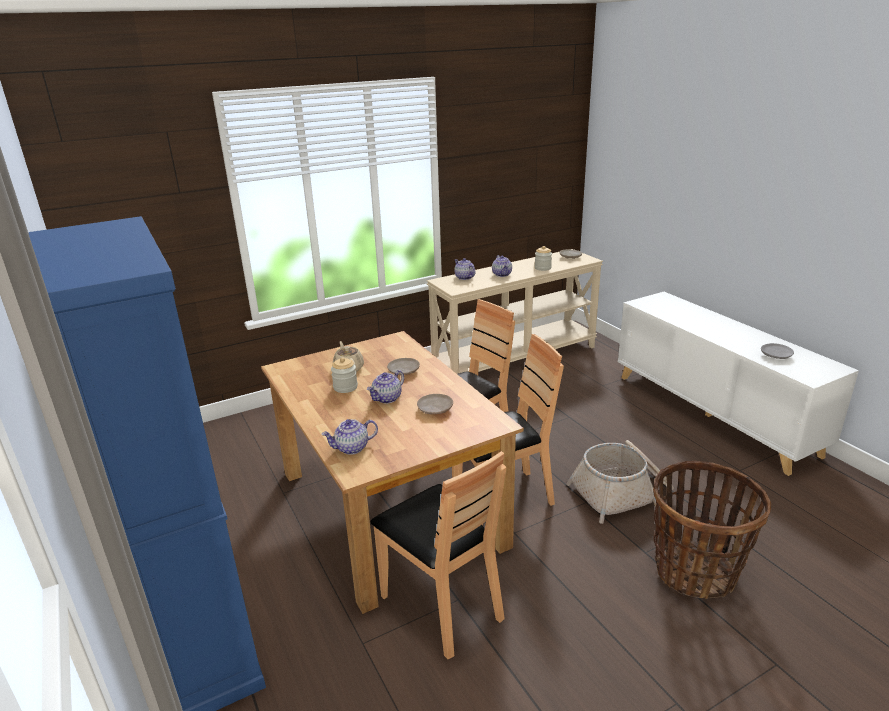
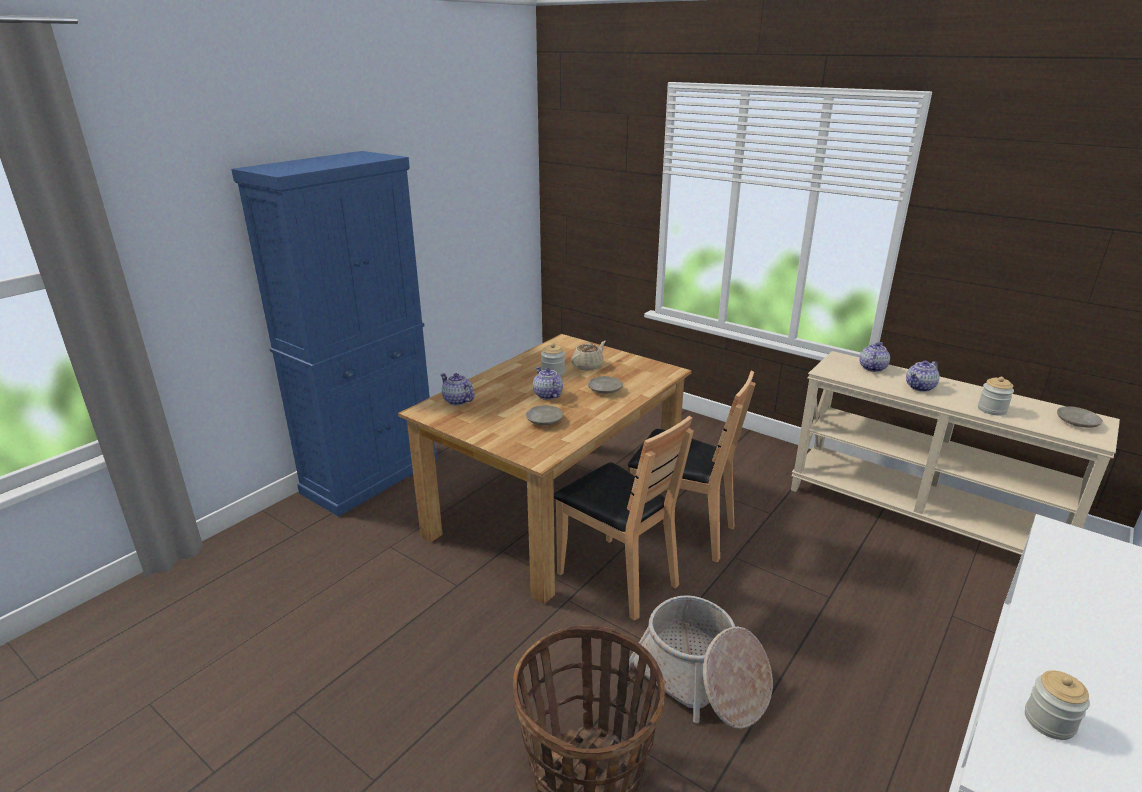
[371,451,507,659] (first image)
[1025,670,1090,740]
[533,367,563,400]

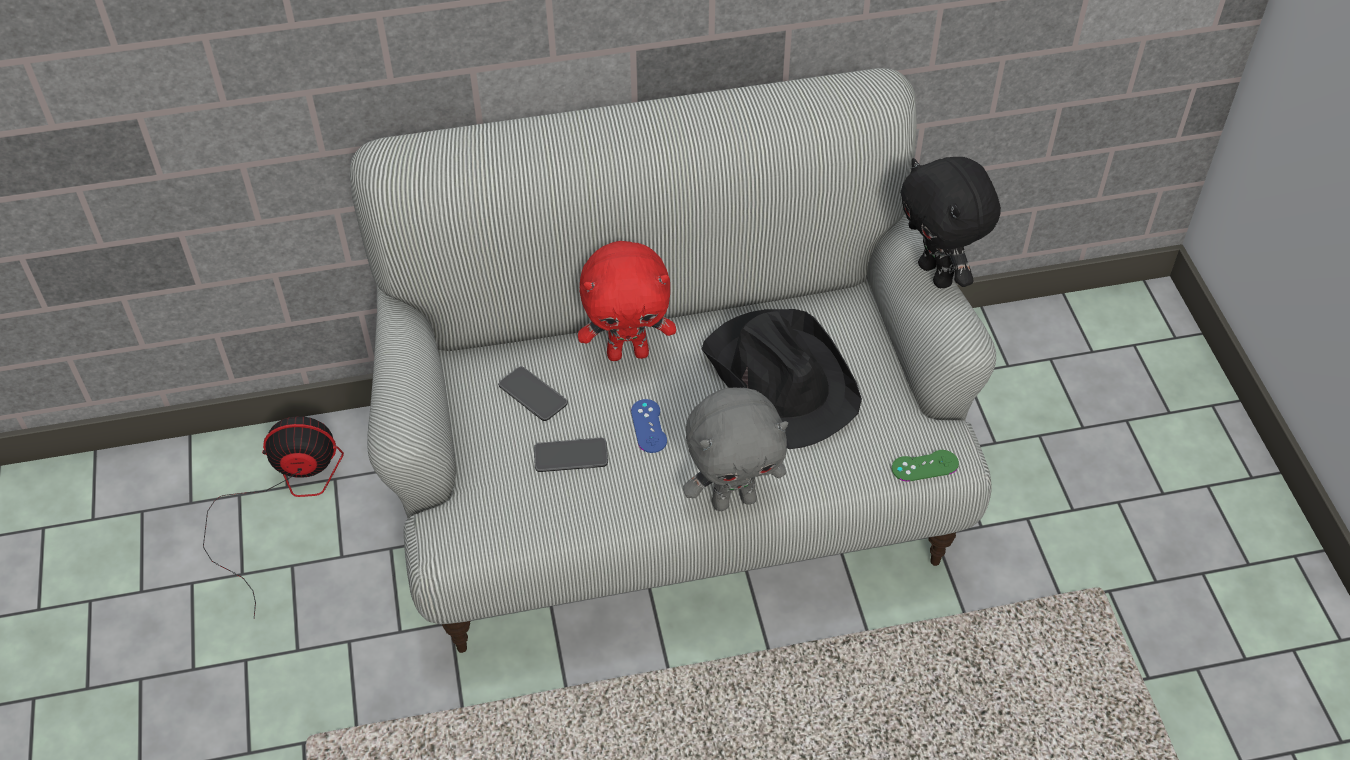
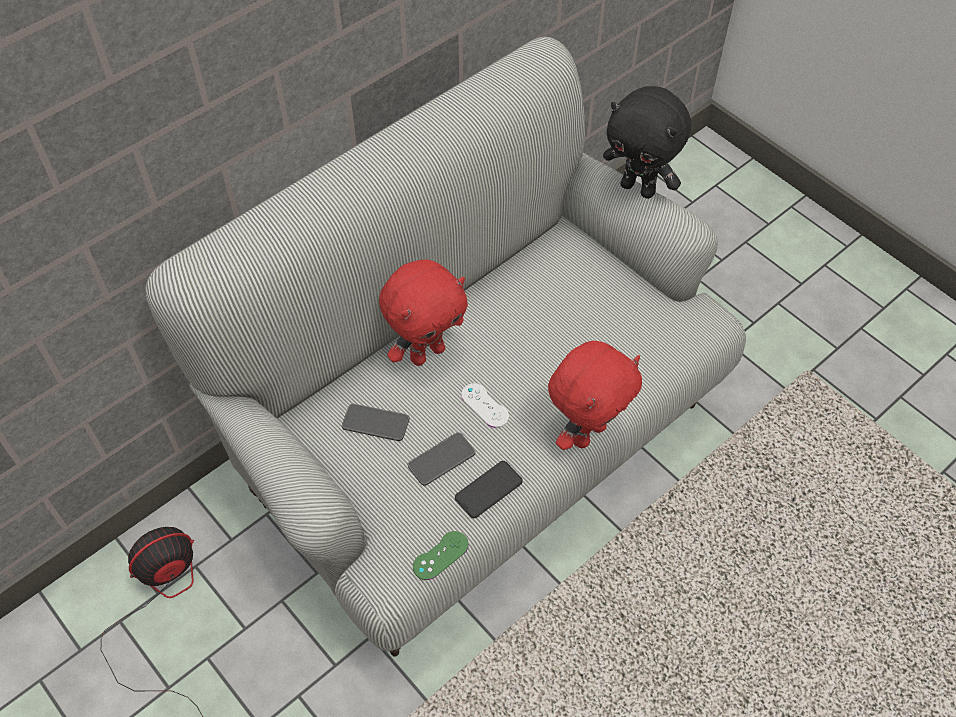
[702,309,862,449] (first image)
[455,461,523,518]
[413,531,469,580]
[461,383,509,428]
[548,341,642,450]

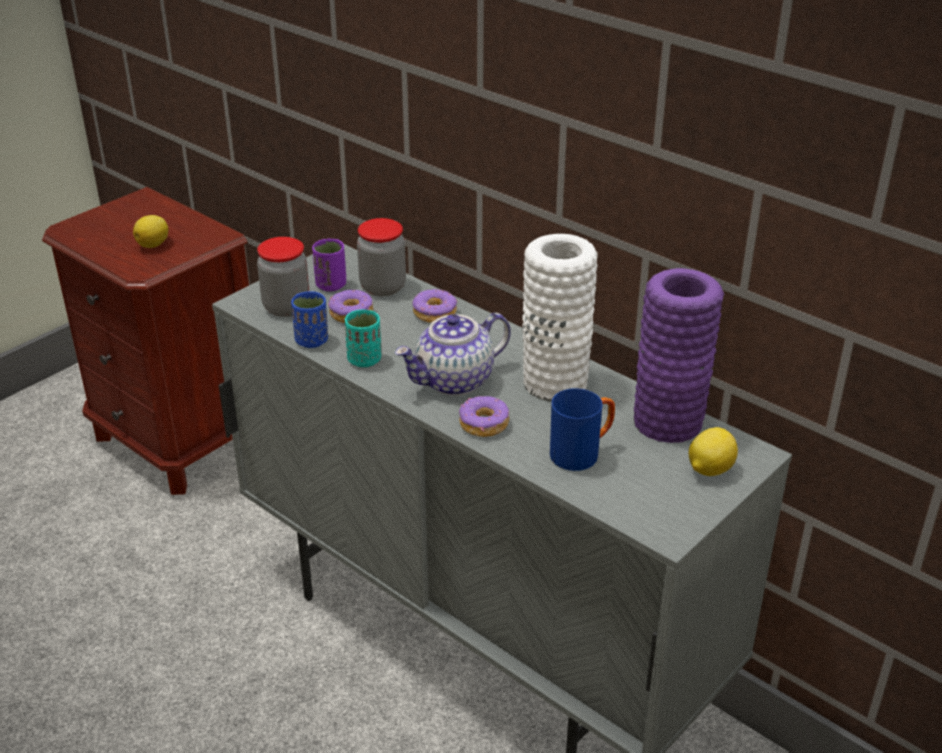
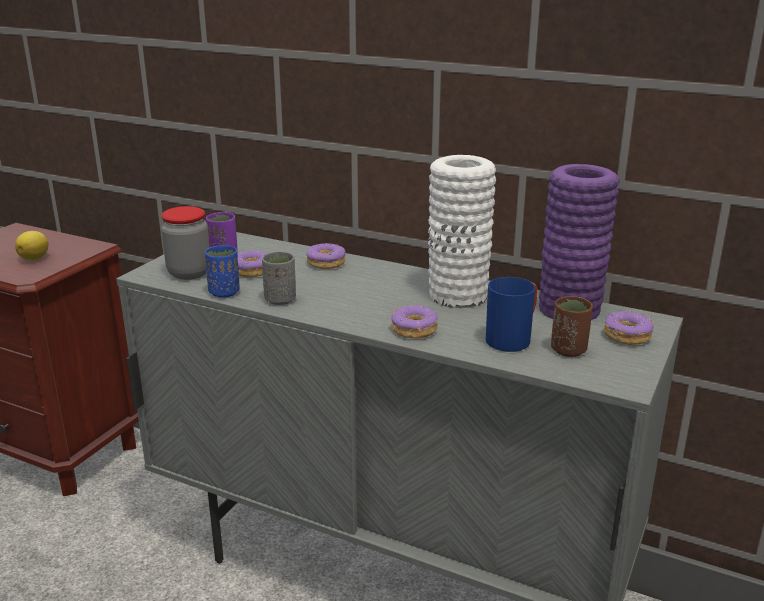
[357,218,406,296] (first image)
[395,312,511,396] (first image)
[551,296,593,357]
[604,311,654,345]
[262,252,296,305]

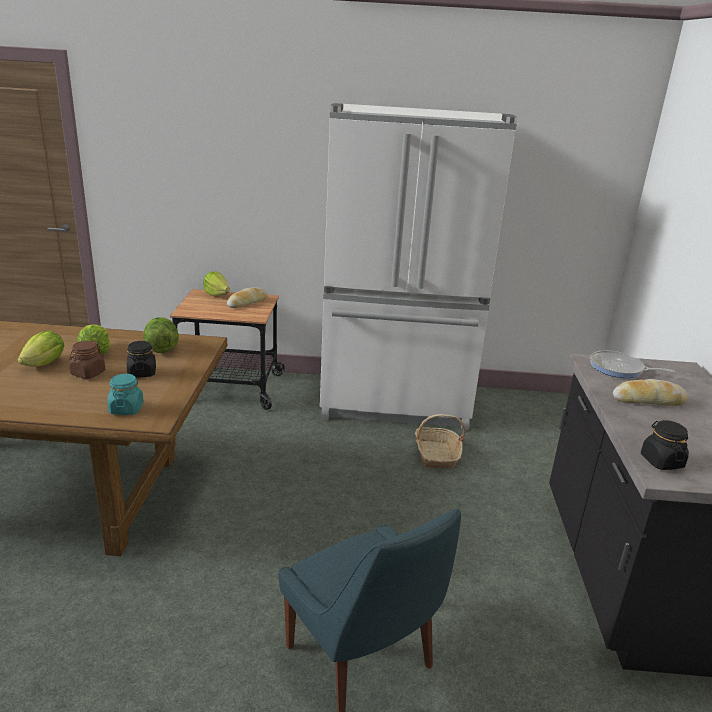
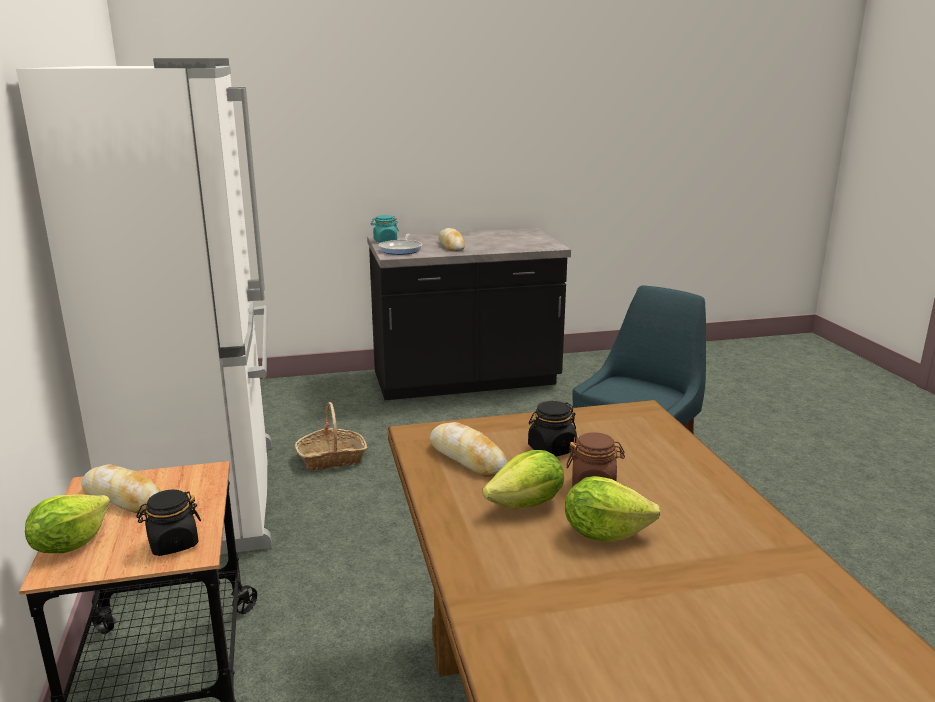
[371,215,399,242]
[136,490,201,556]
[430,422,508,477]

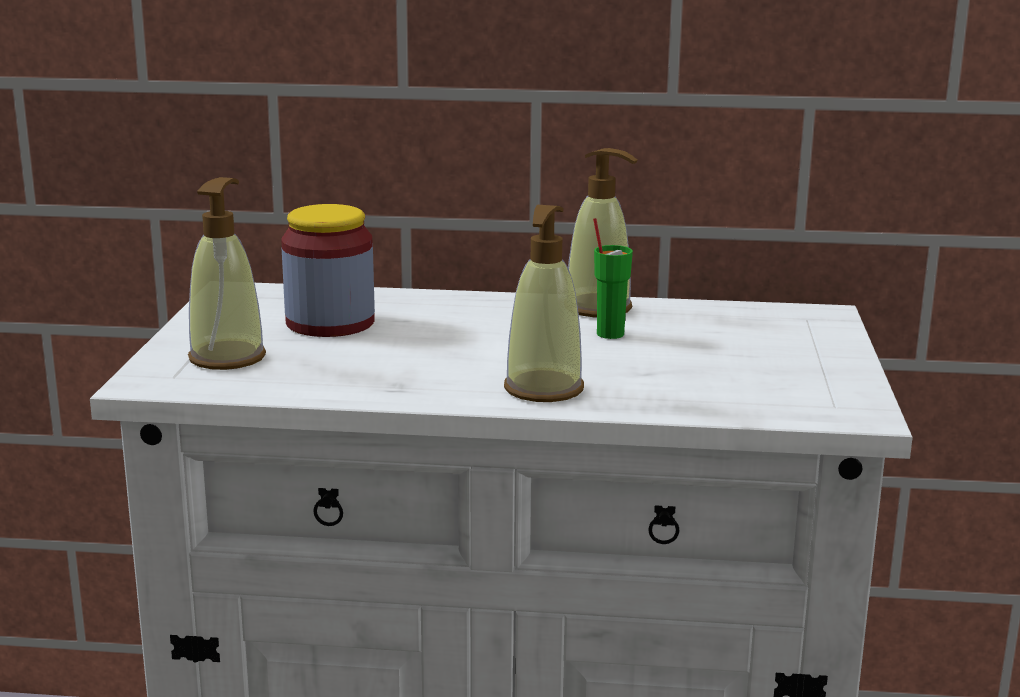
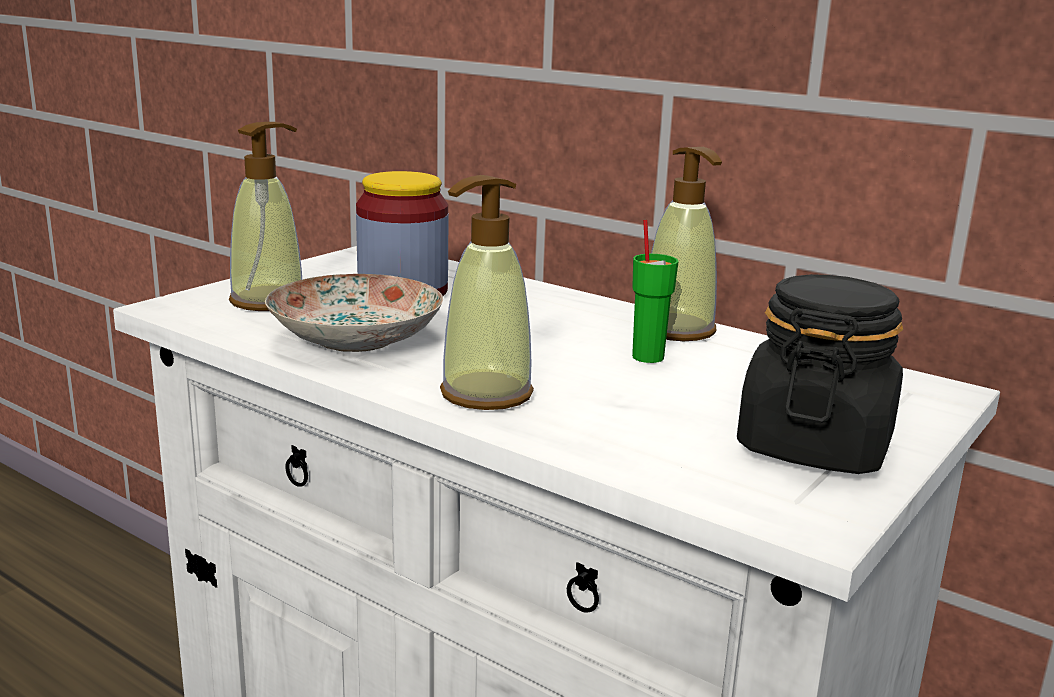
[265,274,443,352]
[737,274,903,474]

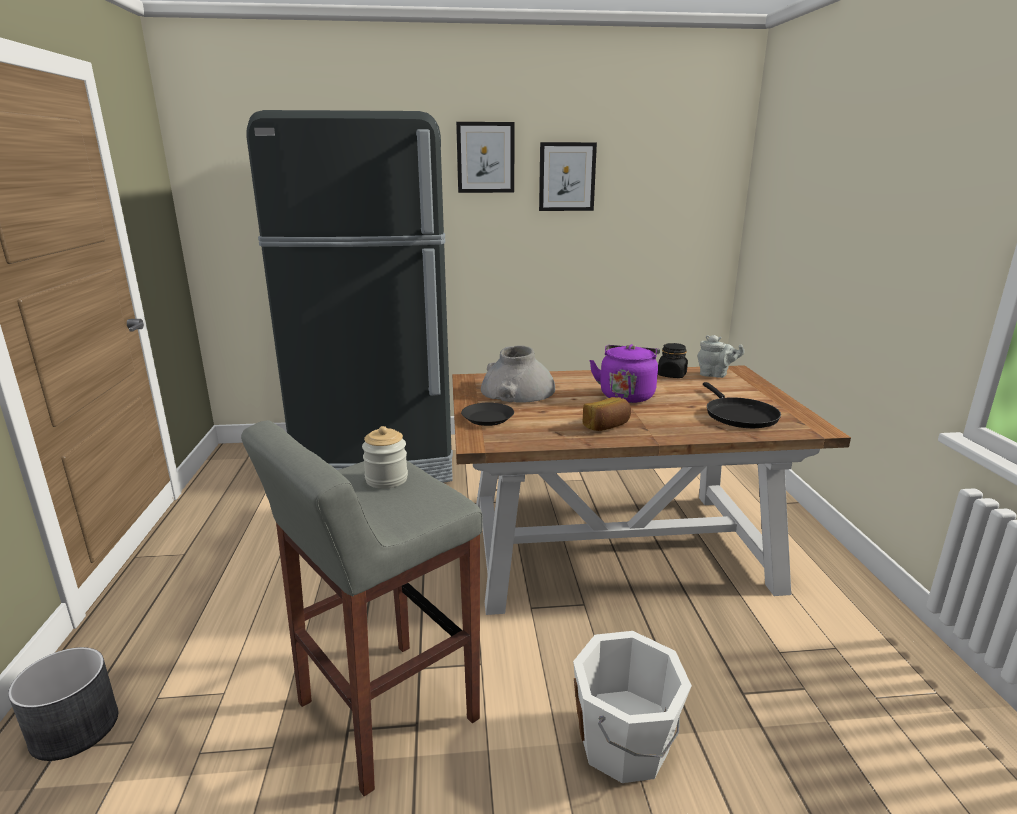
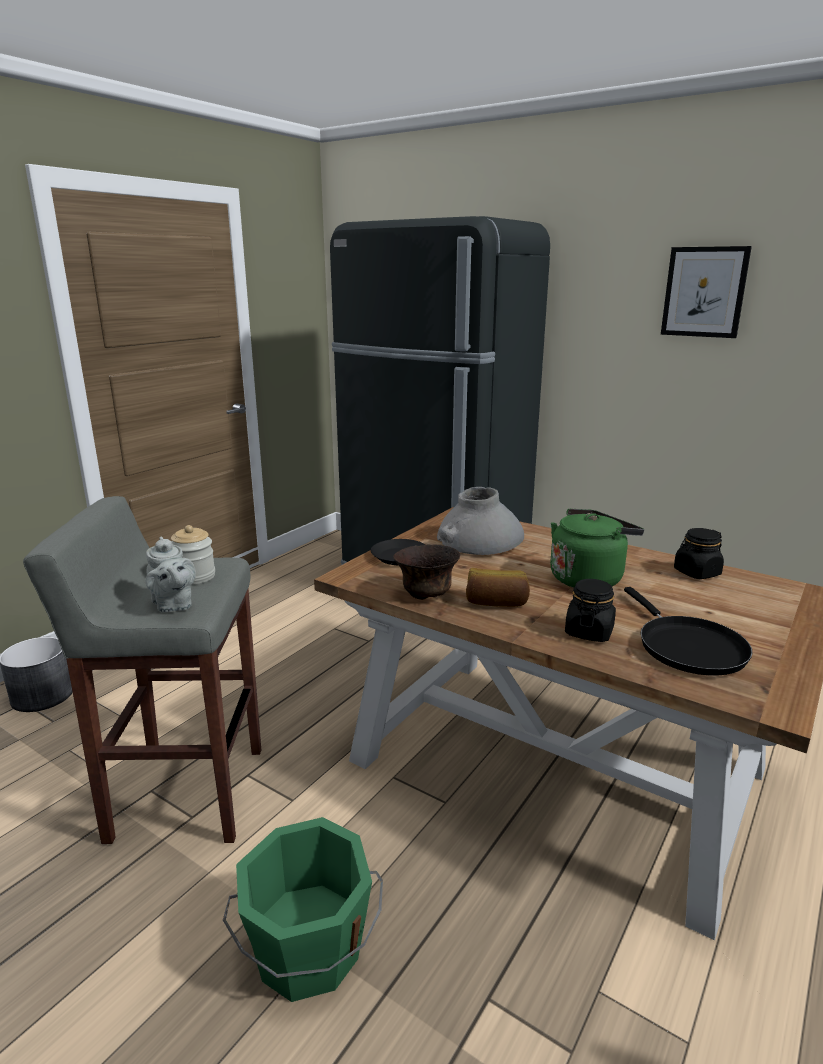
[456,122,515,193] (first image)
[393,545,460,600]
[565,579,616,642]
[146,536,196,612]
[223,817,383,1002]
[550,509,644,588]
[624,587,753,675]

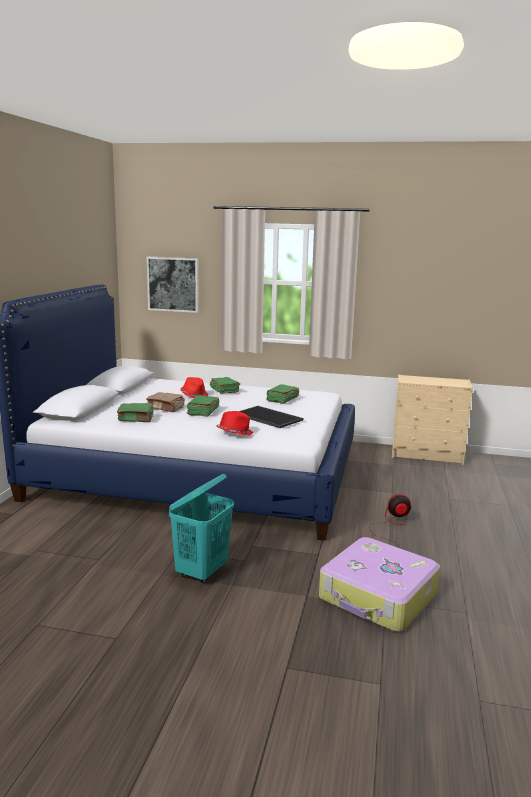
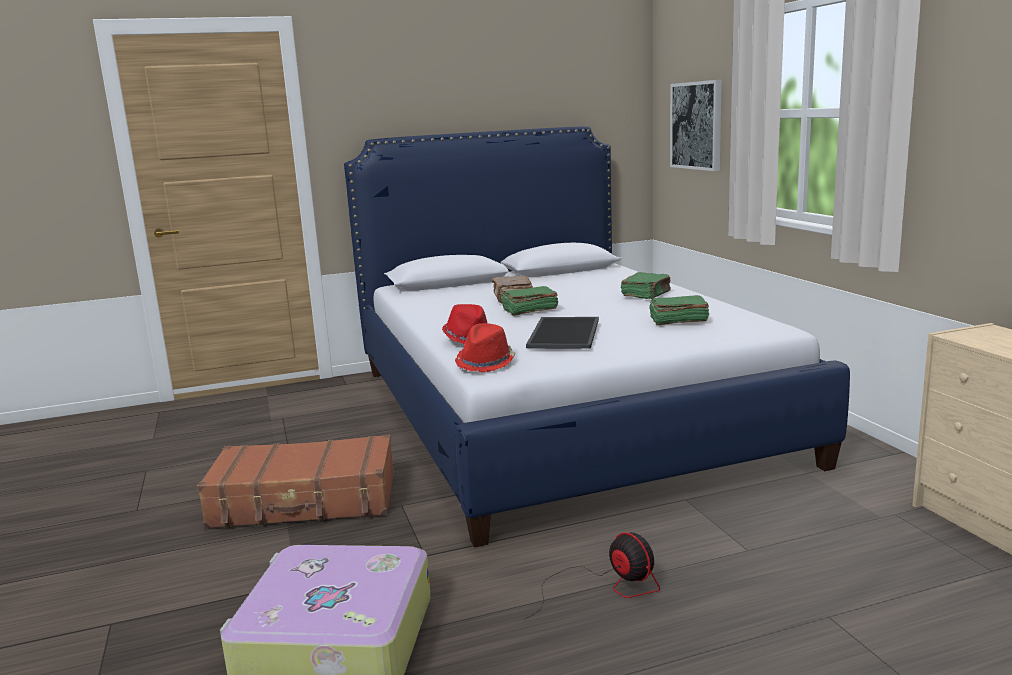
[117,403,154,422] (first image)
[455,323,515,372]
[197,434,394,528]

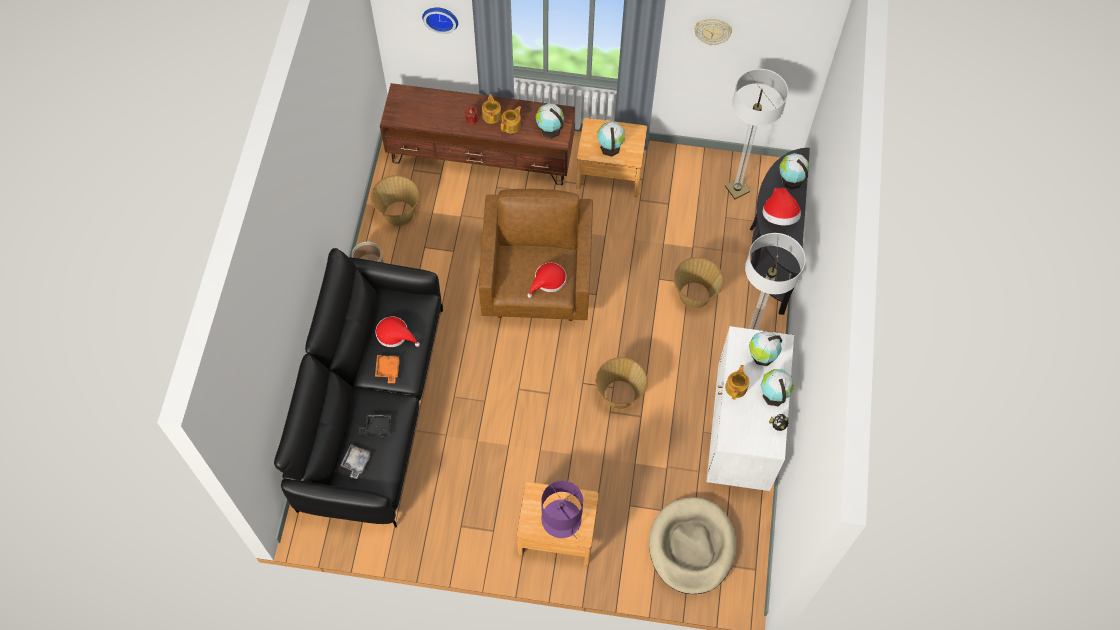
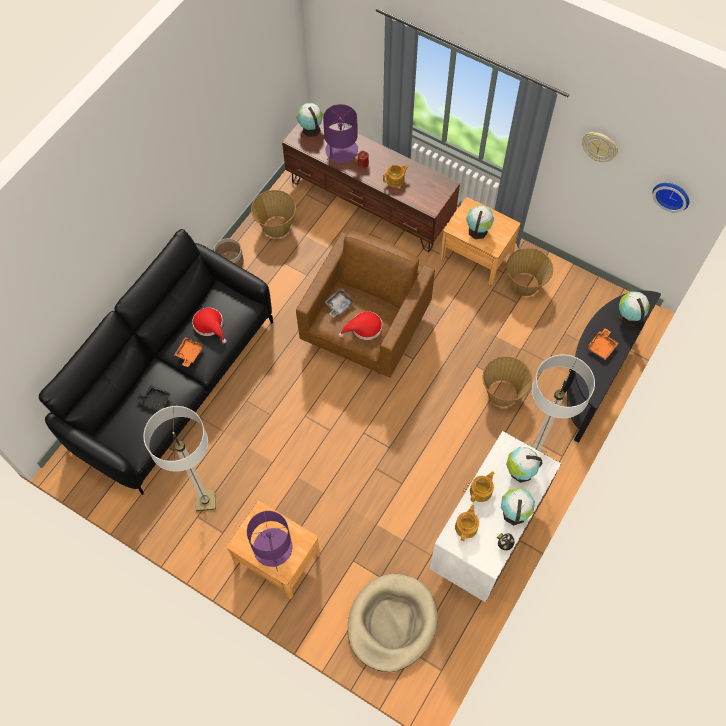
[323,104,358,163]
[325,289,354,317]
[652,183,689,213]
[455,505,479,541]
[297,103,323,137]
[506,248,553,296]
[143,406,216,511]
[587,328,619,360]

